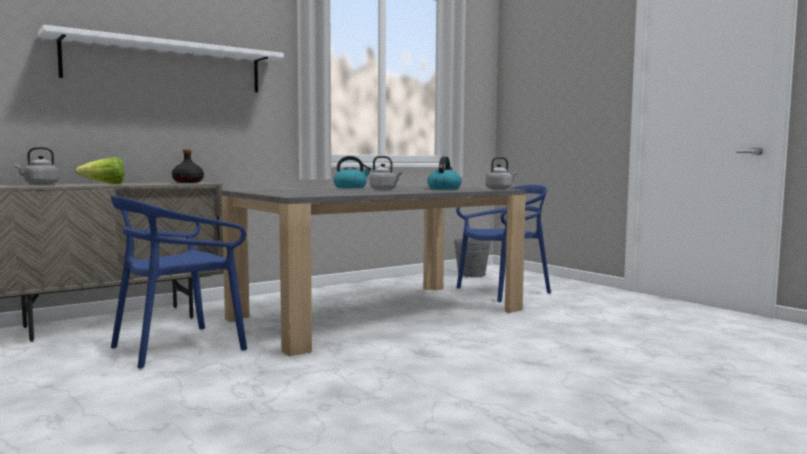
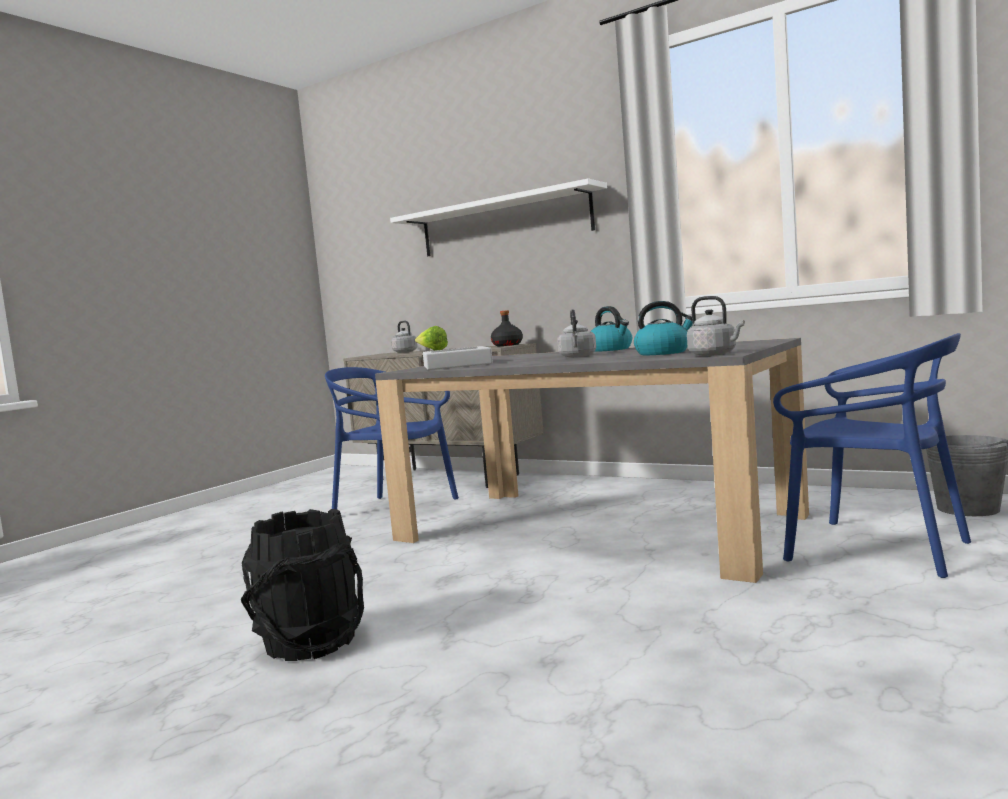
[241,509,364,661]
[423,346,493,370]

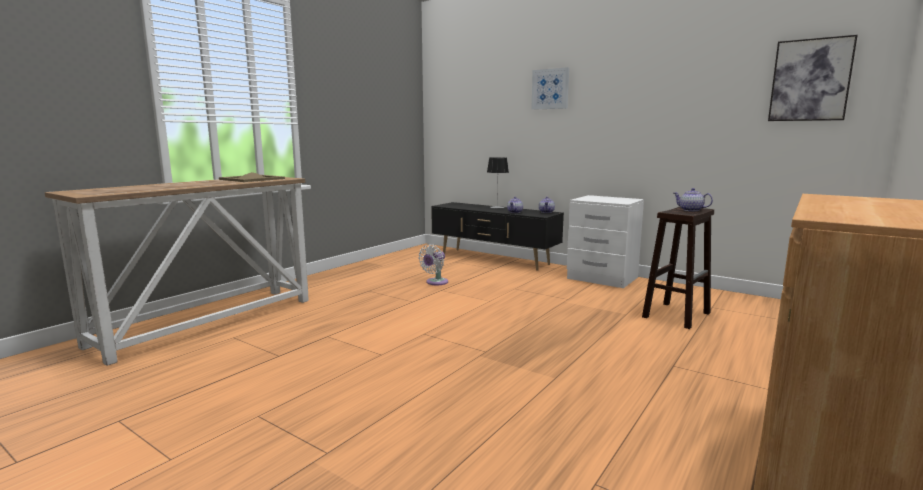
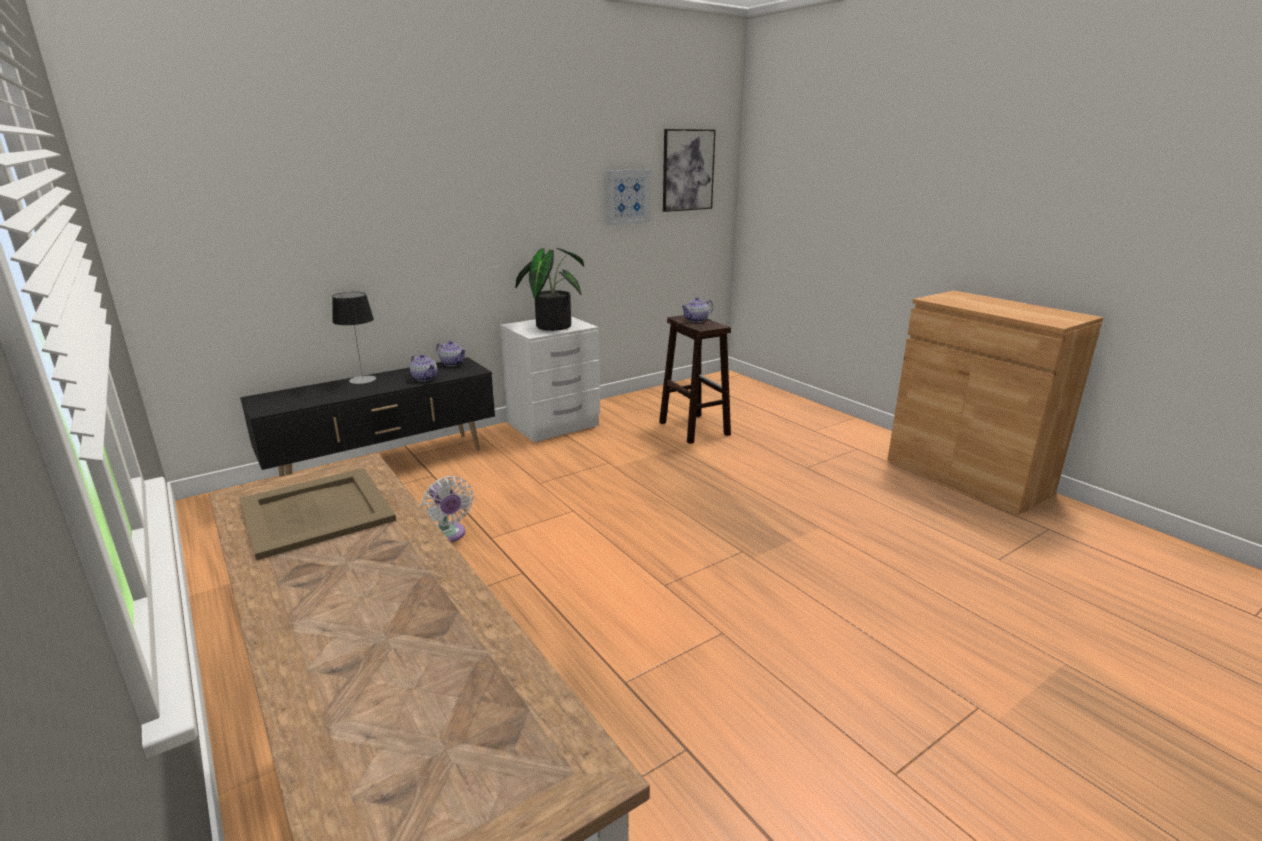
[515,248,584,331]
[606,169,651,225]

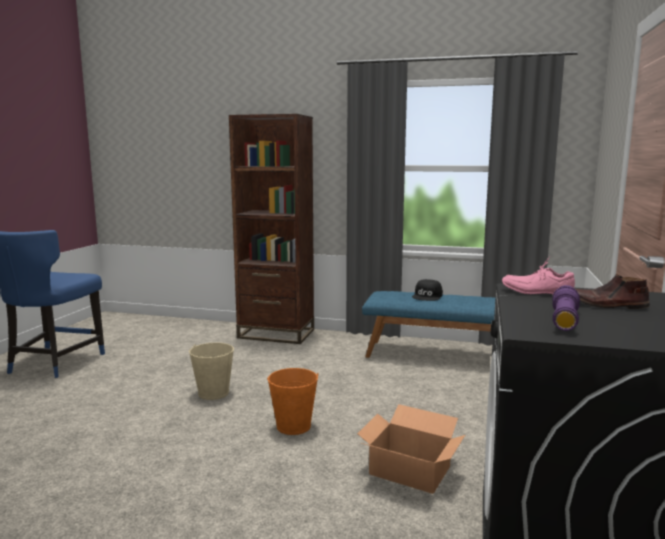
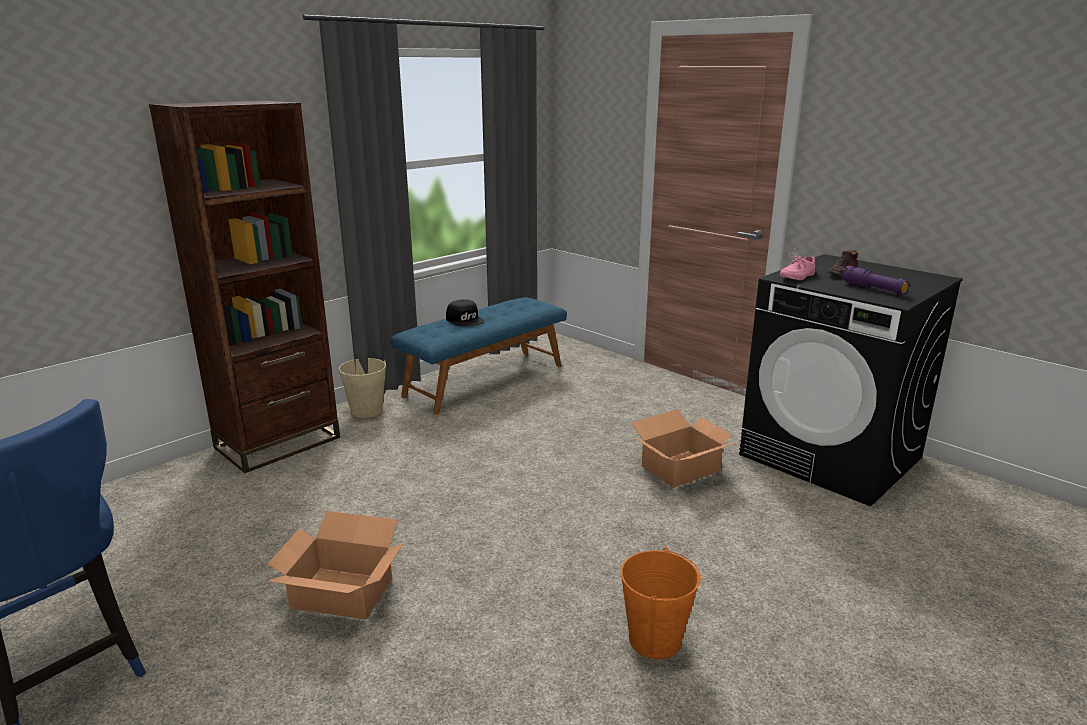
[268,511,404,620]
[338,358,386,418]
[621,547,701,659]

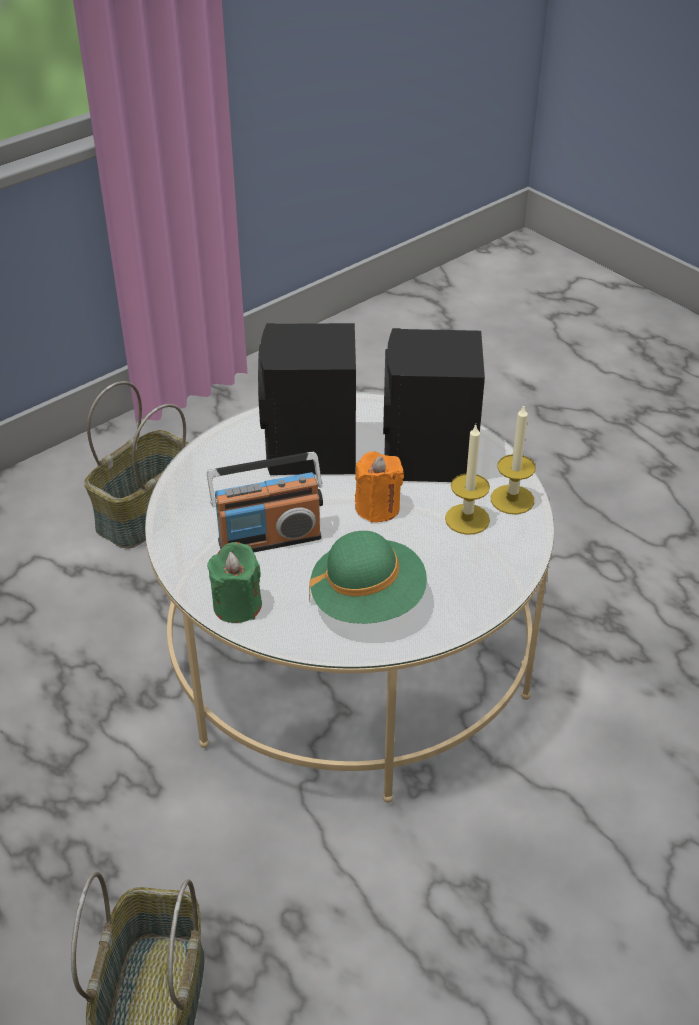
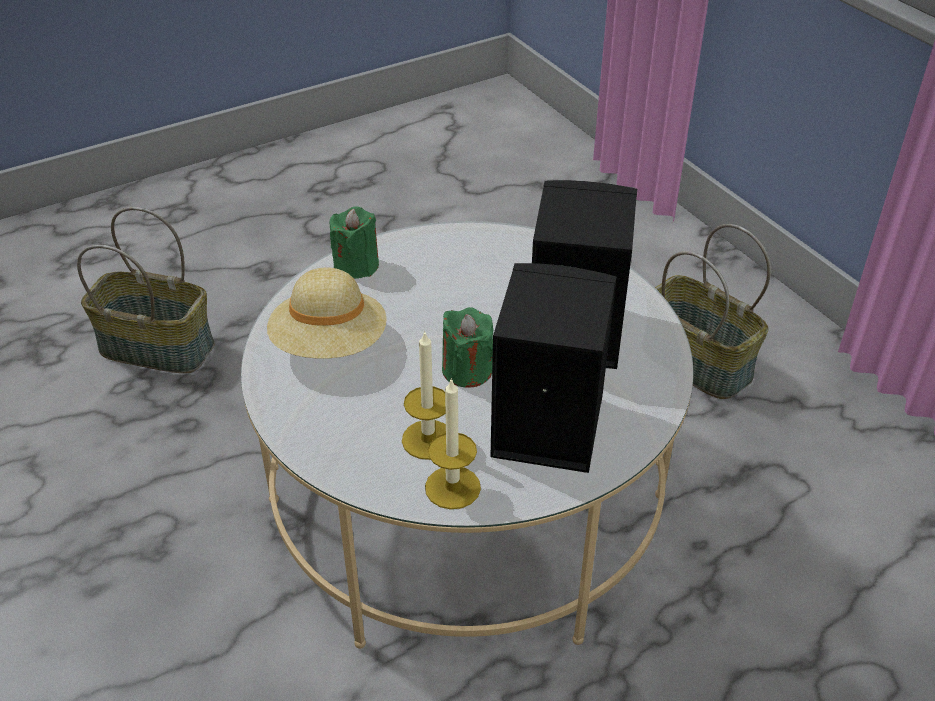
[207,452,323,552] (first image)
[267,268,387,358]
[442,307,494,388]

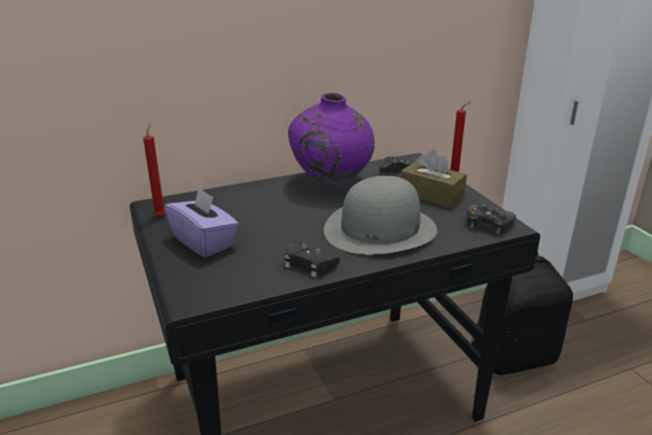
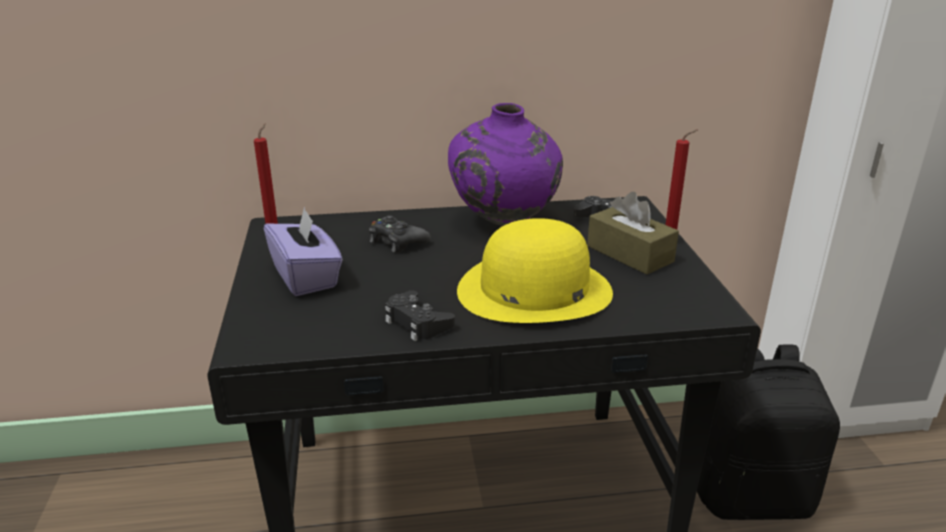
[369,215,431,252]
[457,218,613,323]

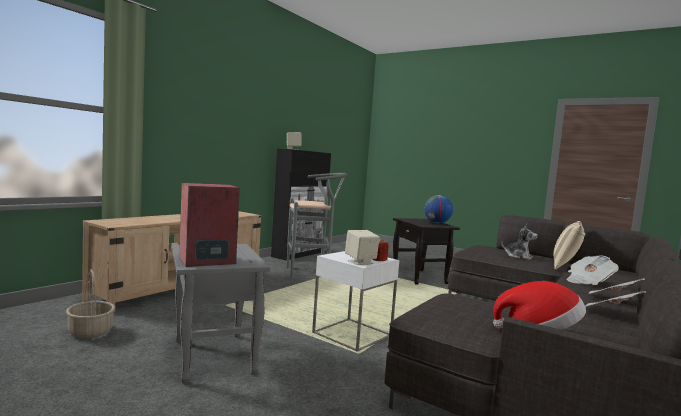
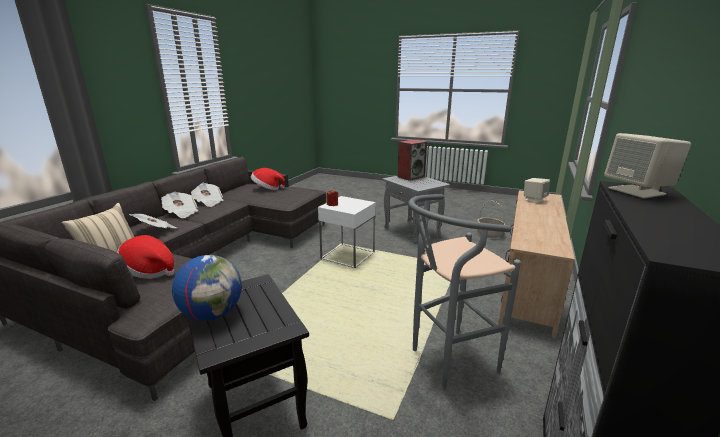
[524,178,550,203]
[117,235,175,279]

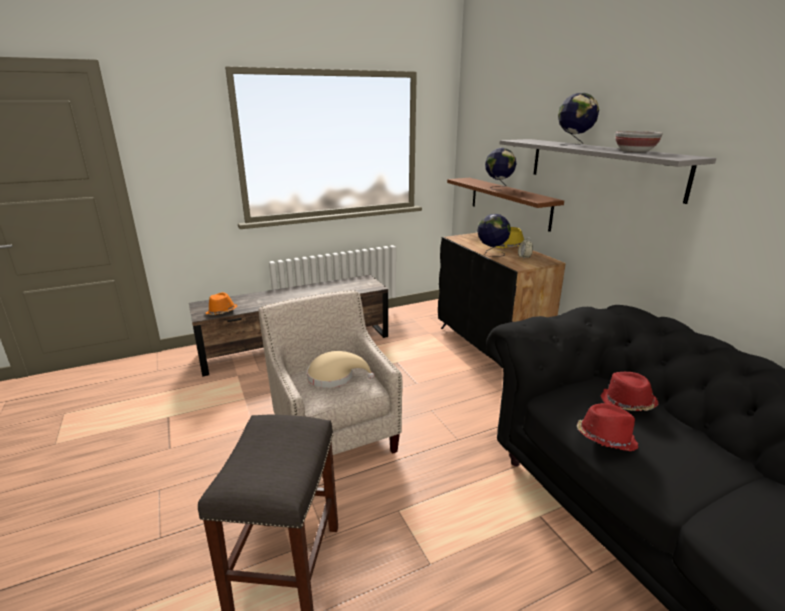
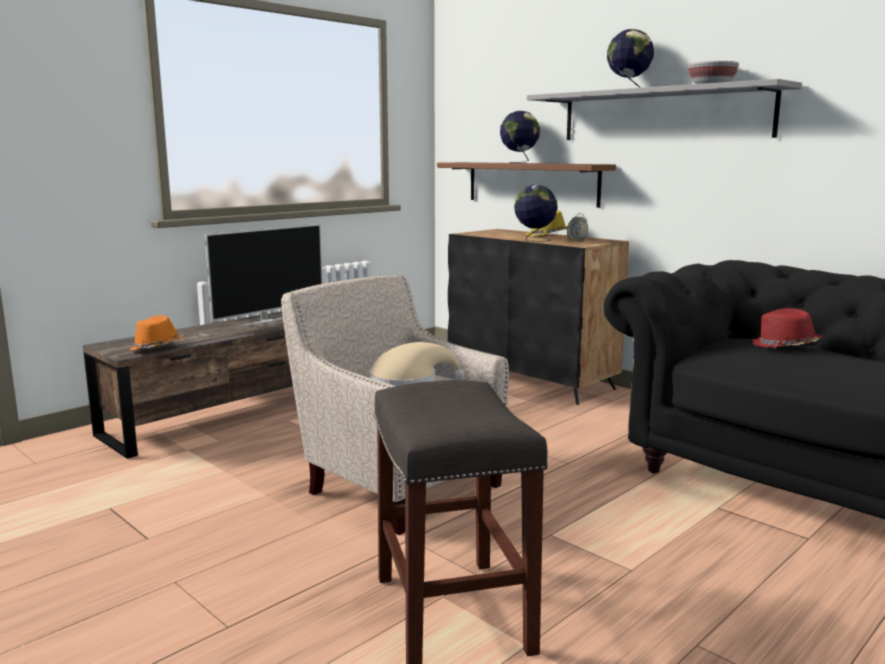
[577,403,638,451] (first image)
[205,224,323,327]

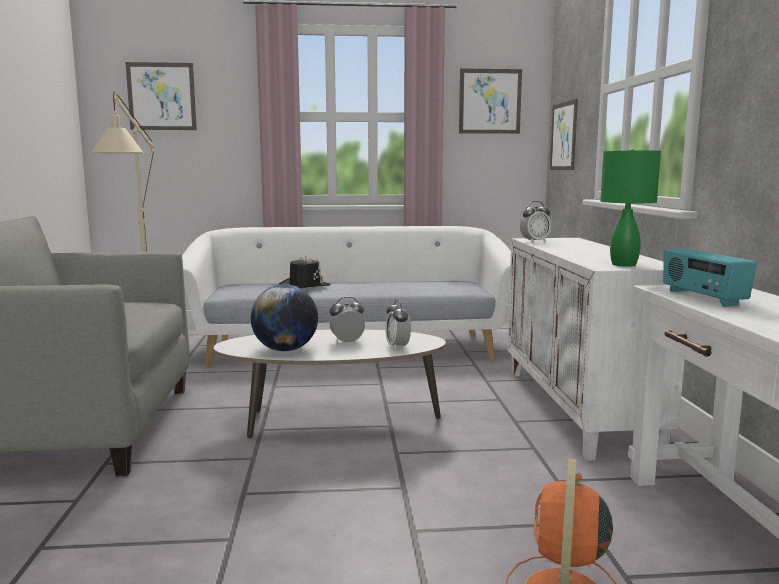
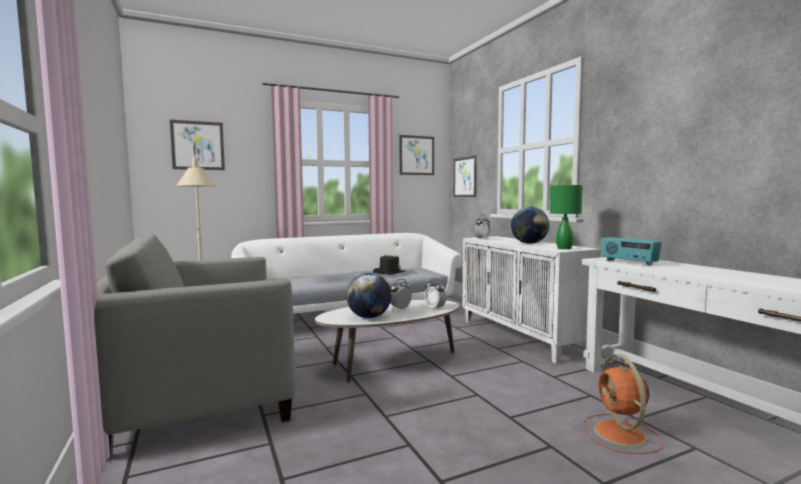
[511,207,549,244]
[373,253,406,275]

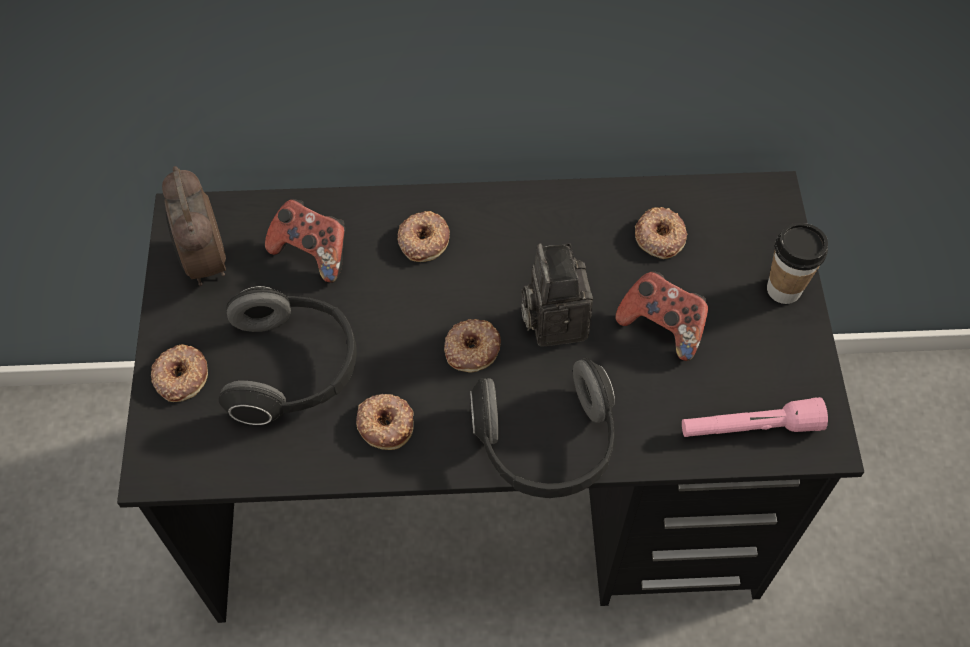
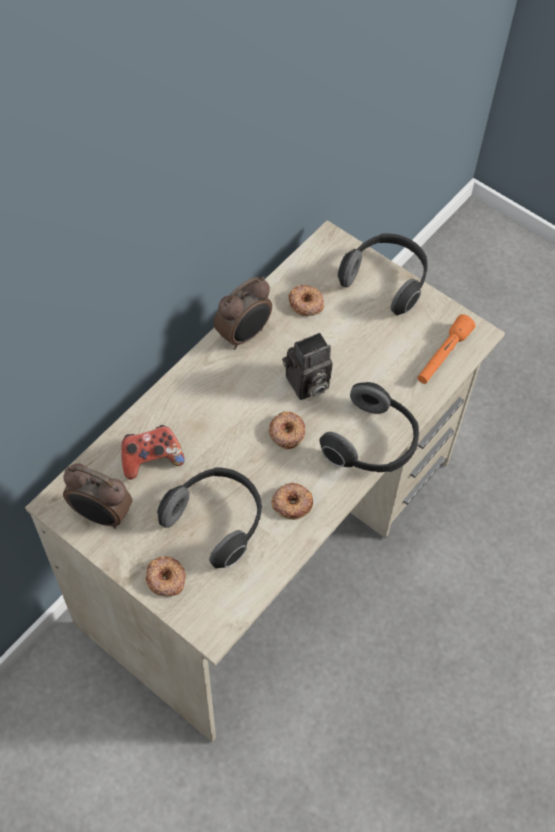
[397,211,450,262] (first image)
[615,271,708,361] (first image)
[214,277,272,350]
[337,233,428,315]
[25,220,505,742]
[417,314,475,384]
[282,333,333,400]

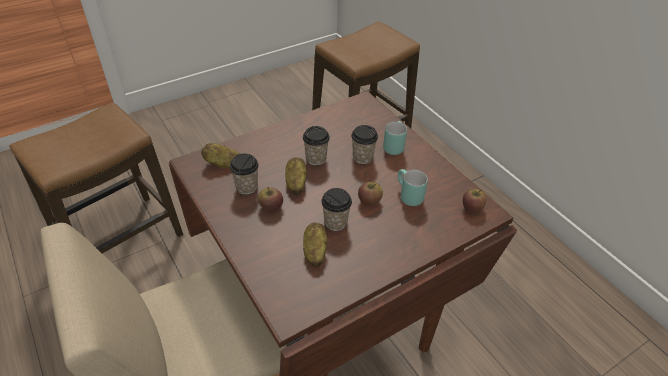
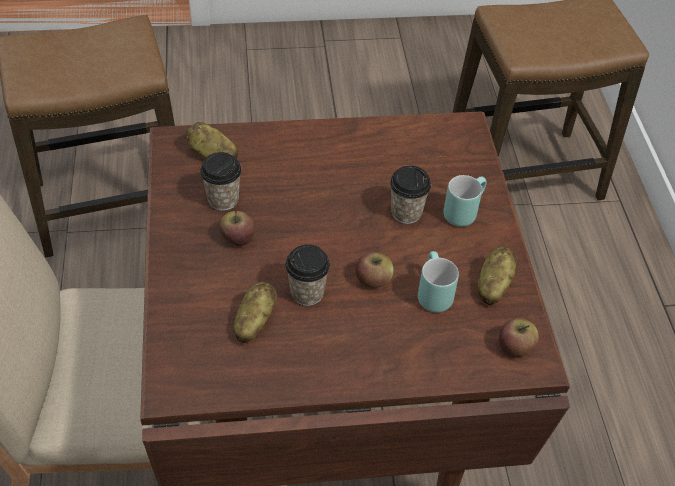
[303,126,330,165] (first image)
[478,246,517,305]

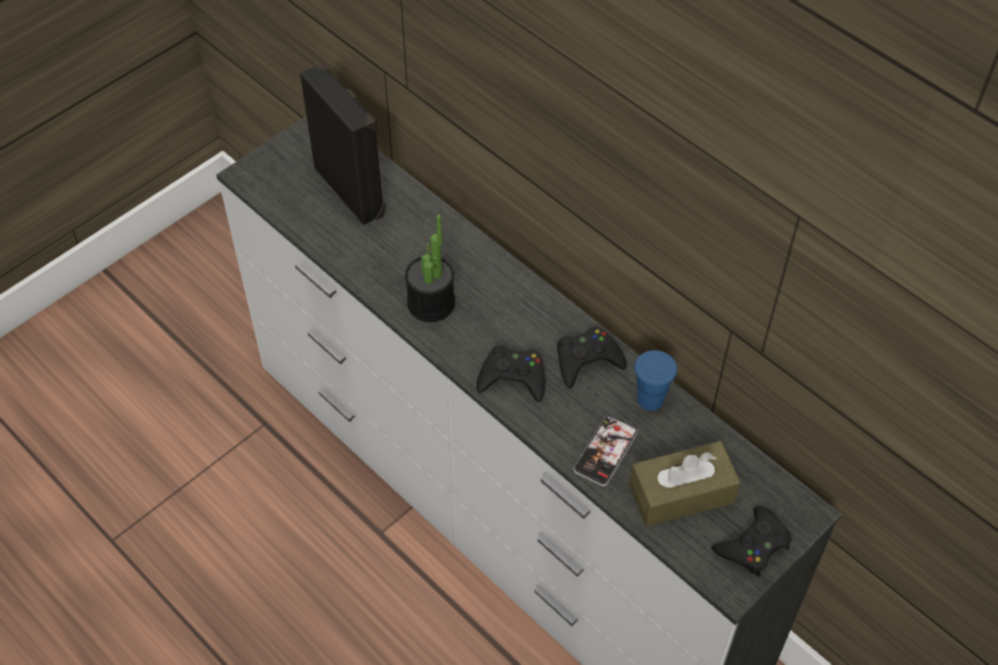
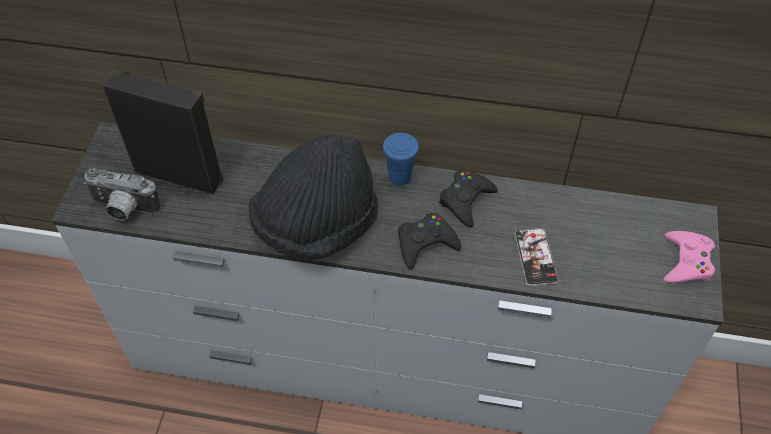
[629,441,741,527] (first image)
[84,167,161,221]
[383,133,419,186]
[248,134,378,260]
[663,231,715,283]

